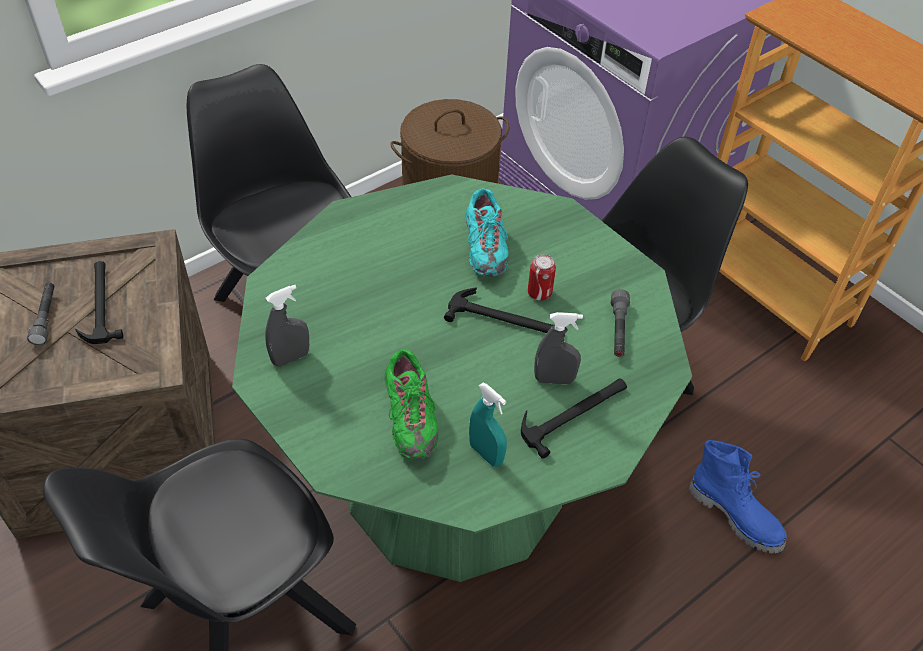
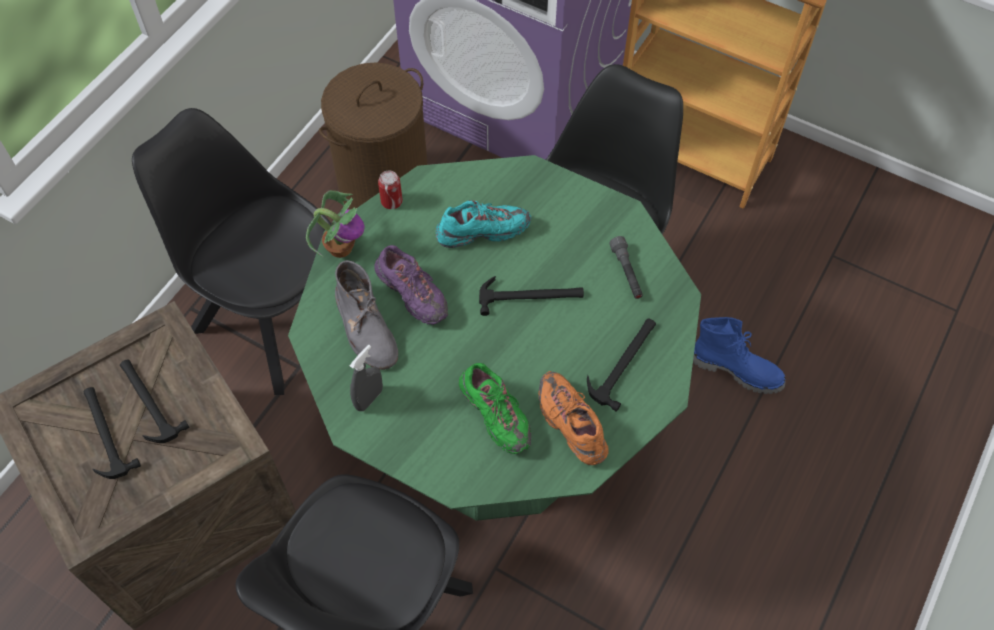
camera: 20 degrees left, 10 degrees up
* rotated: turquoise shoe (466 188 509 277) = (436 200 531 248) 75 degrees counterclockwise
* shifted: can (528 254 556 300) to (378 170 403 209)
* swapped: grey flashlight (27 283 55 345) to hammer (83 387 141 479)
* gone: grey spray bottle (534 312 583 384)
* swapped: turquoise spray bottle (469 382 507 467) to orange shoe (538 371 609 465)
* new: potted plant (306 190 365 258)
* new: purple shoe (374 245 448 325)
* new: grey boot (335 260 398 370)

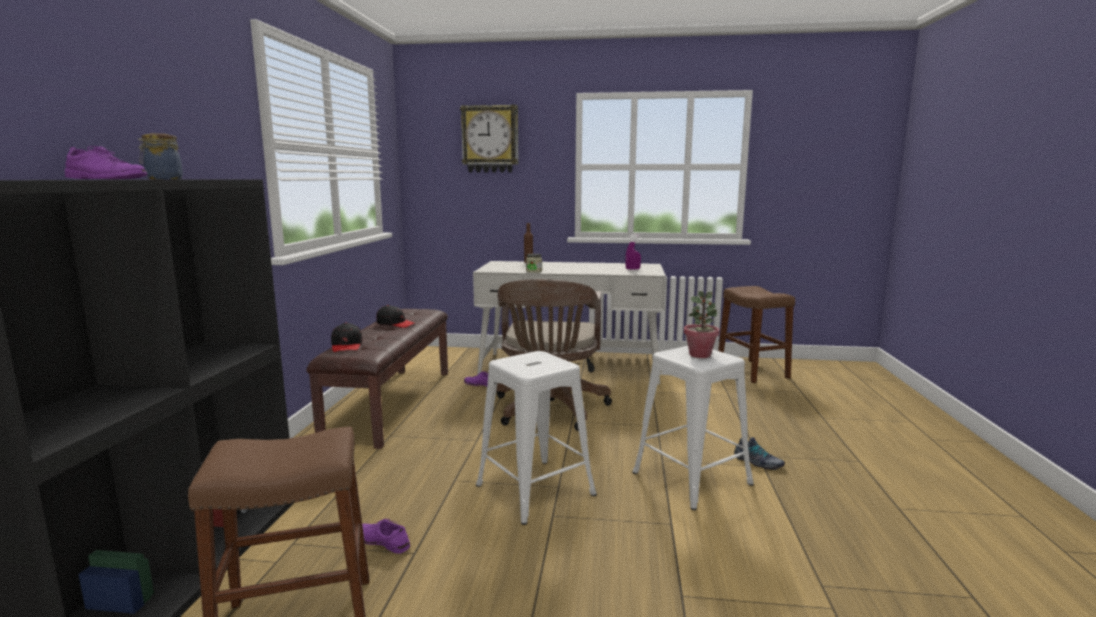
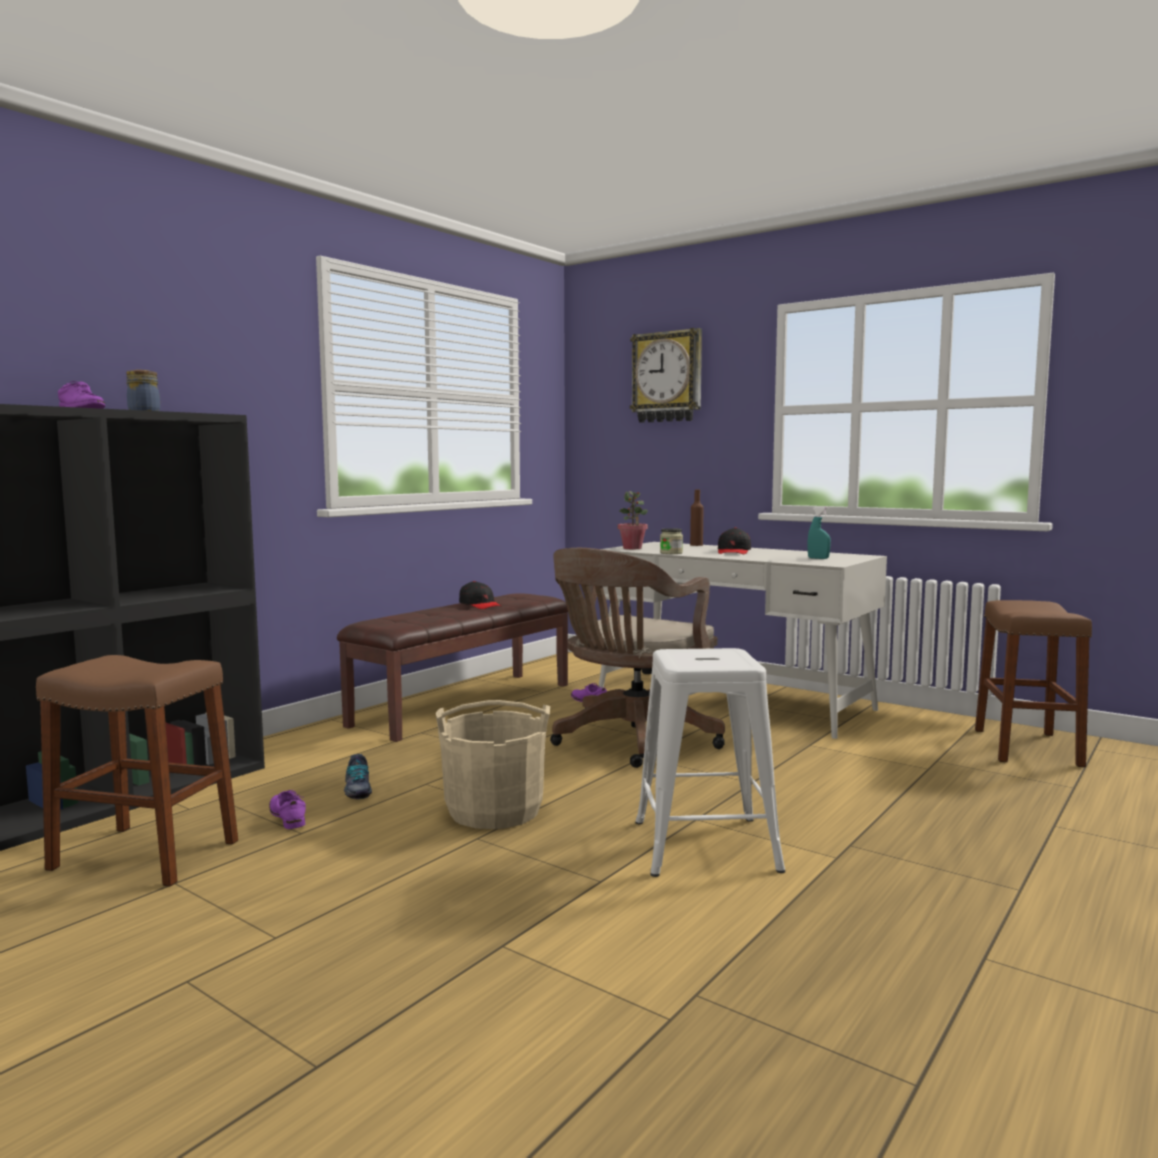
camera: 30 degrees right, 5 degrees down
* repainted: purple spray bottle (625 235 641 270) to turquoise spray bottle (807 506 831 559)
* shifted: potted plant (684 291 720 358) to (618 491 648 549)
* shifted: black cap (331 323 362 352) to (718 527 751 554)
* swapped: white stool (476 351 597 525) to beige bucket (436 700 550 829)
* shifted: shoe (734 437 785 470) to (344 754 372 799)

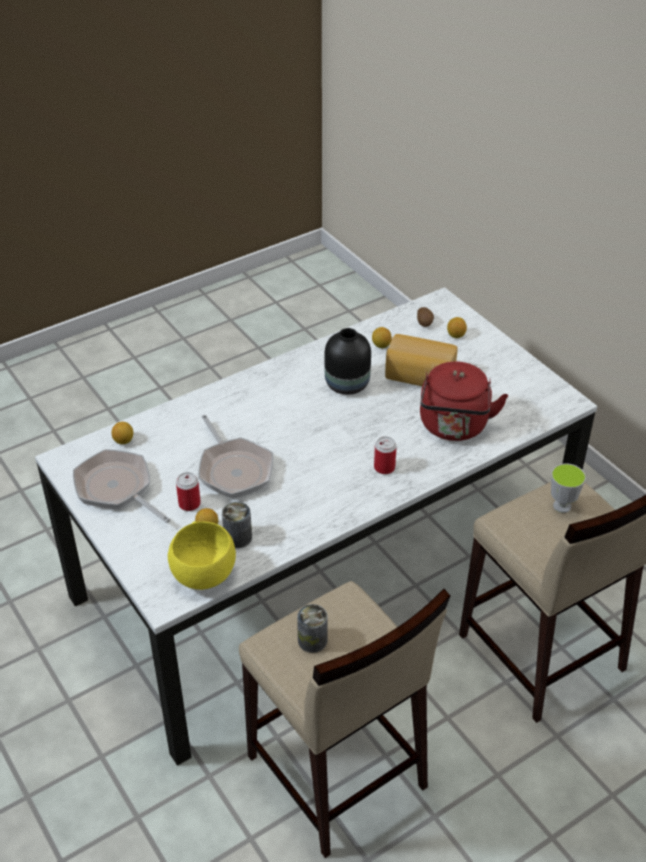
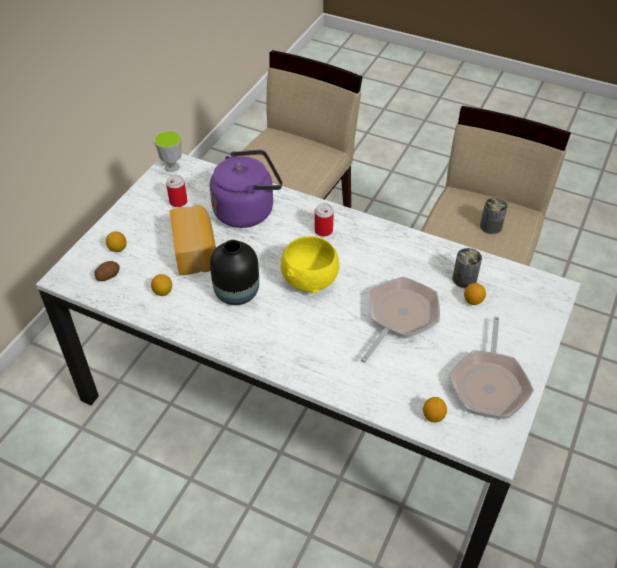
camera: 120 degrees left, 5 degrees up
* repainted: red kettle (420 361 508 441) to purple kettle (210 150 282 228)
* shifted: cup (551 463 586 513) to (154 131 182 172)
* shifted: can (176 472 201 511) to (166 175 187 207)
* shifted: yellow bowl (168 521 236 590) to (281 236 339 294)

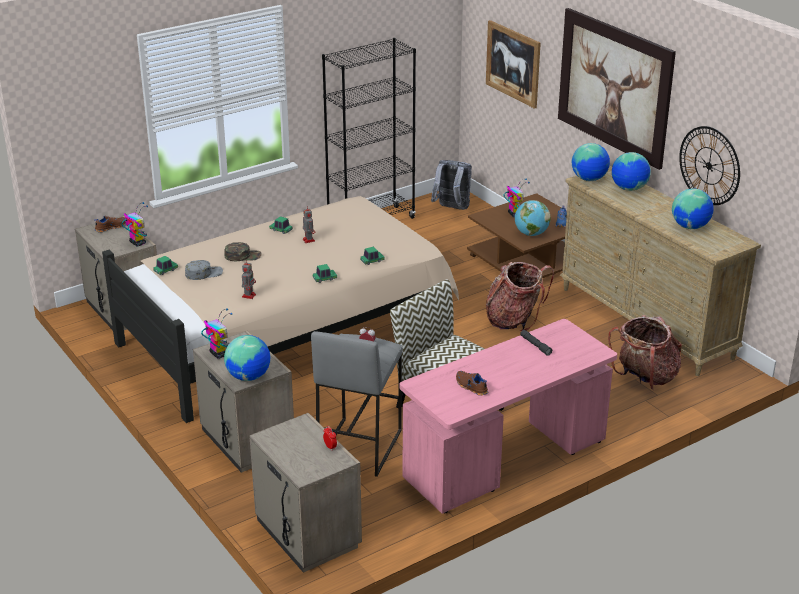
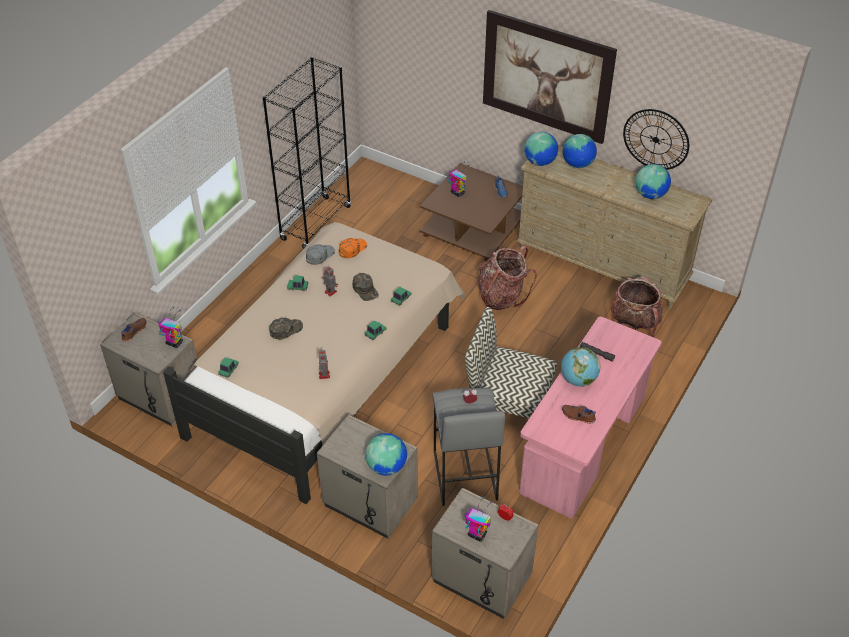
camera: 25 degrees left, 15 degrees up
* gone: picture (486 20 541 109)
* gone: grey backpack (431 160 472 210)
* shifted: globe (515 200 551 236) to (561 347 601 387)
* shifted: grey cap (185 260 223 280) to (306 244 335 265)
* shifted: toy robot (201 308 232 359) to (465 497 492 542)
* new: orange cap (339 238 367 258)
* new: green cap (353 273 379 301)

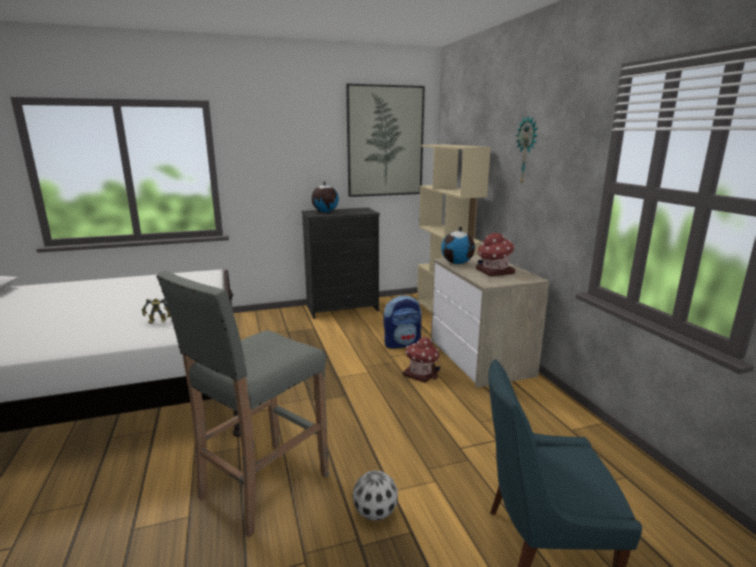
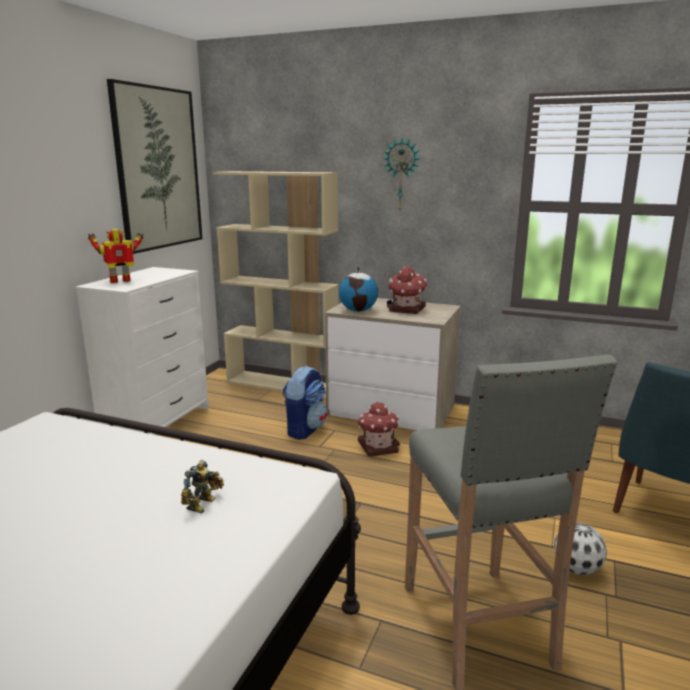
camera: 50 degrees left, 0 degrees up
* swapped: globe (311 181 339 212) to toy robot (88 229 143 283)
* repainted: black dresser (301 208 380 319) to white dresser (75 267 209 435)

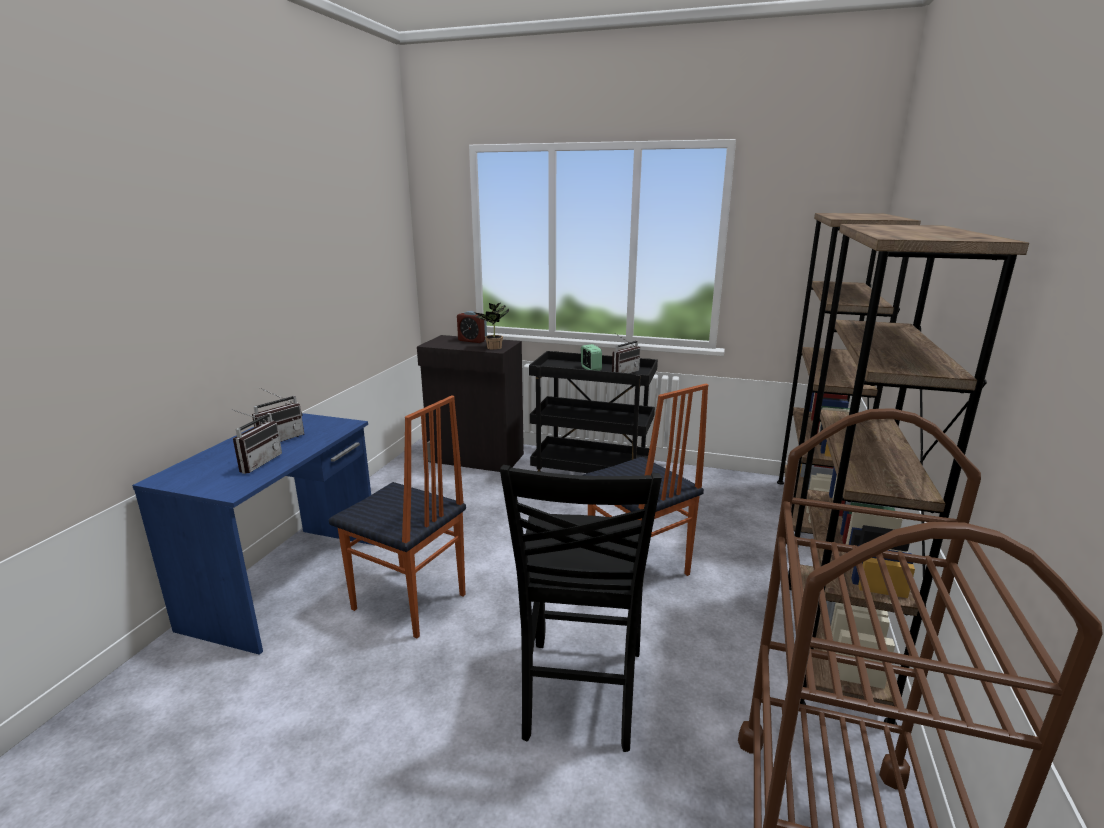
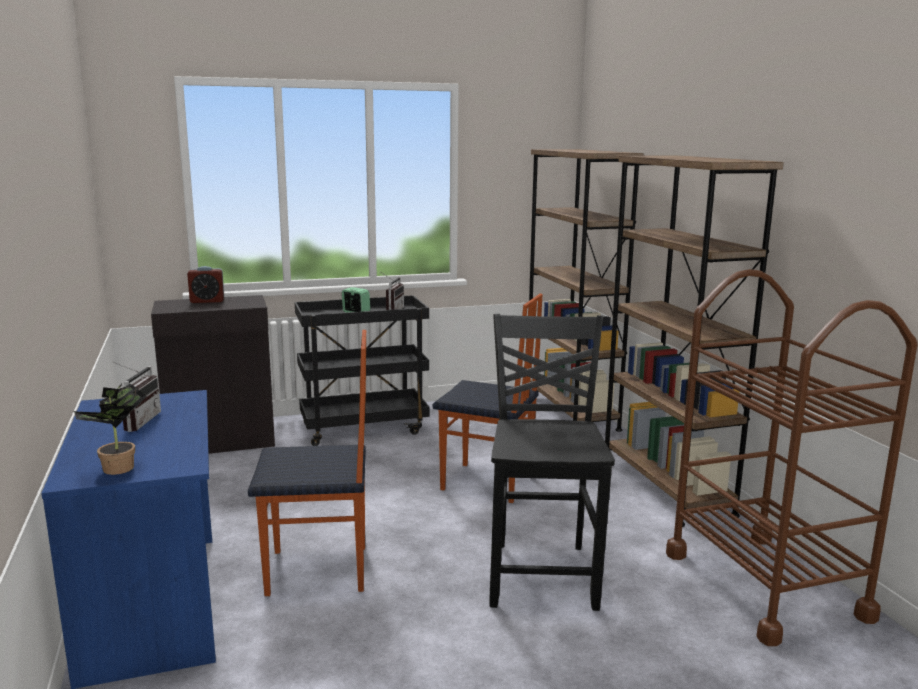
camera: 35 degrees left, 5 degrees down
* shifted: potted plant (474 303 509 350) to (72 384 147 475)
* gone: radio (231 409 282 474)
* rotated: black chair (500 465 662 752) = (489 314 615 611) 150 degrees counterclockwise

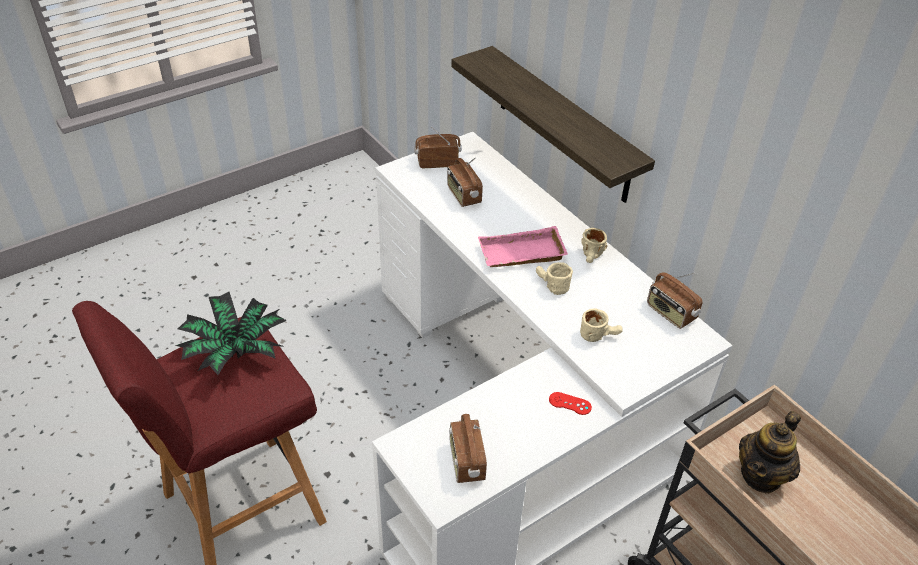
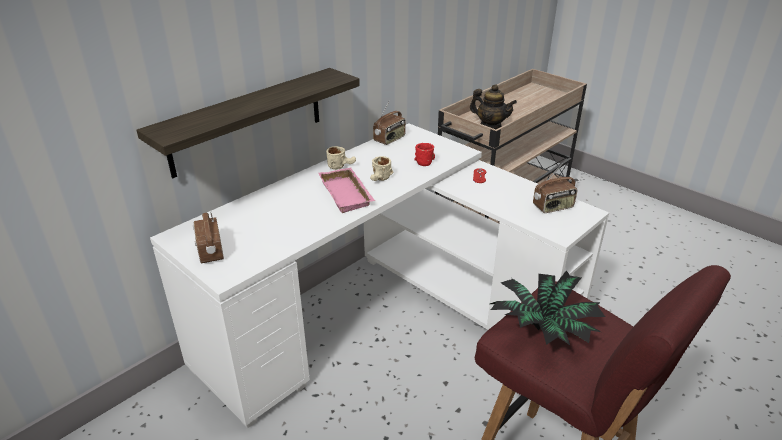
camera: 100 degrees left, 10 degrees down
* gone: radio (447 157 483 207)
* repainted: beige mug (580 308 623 342) to red mug (414 143 435 166)

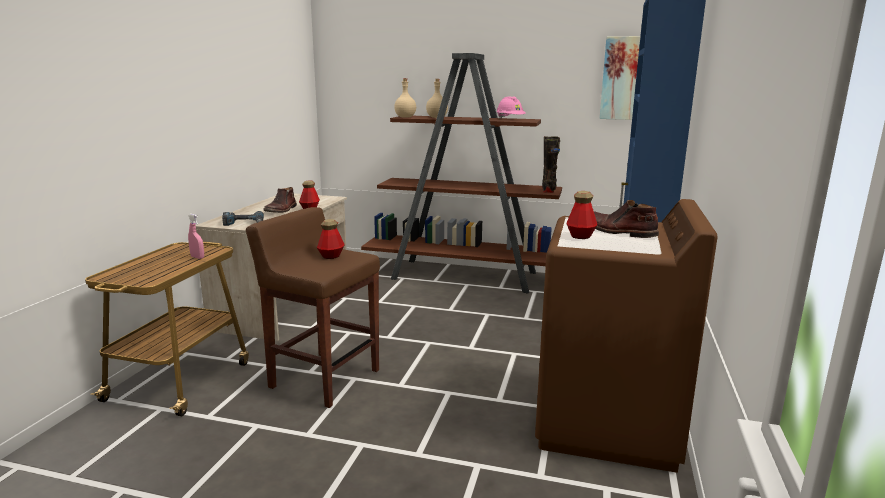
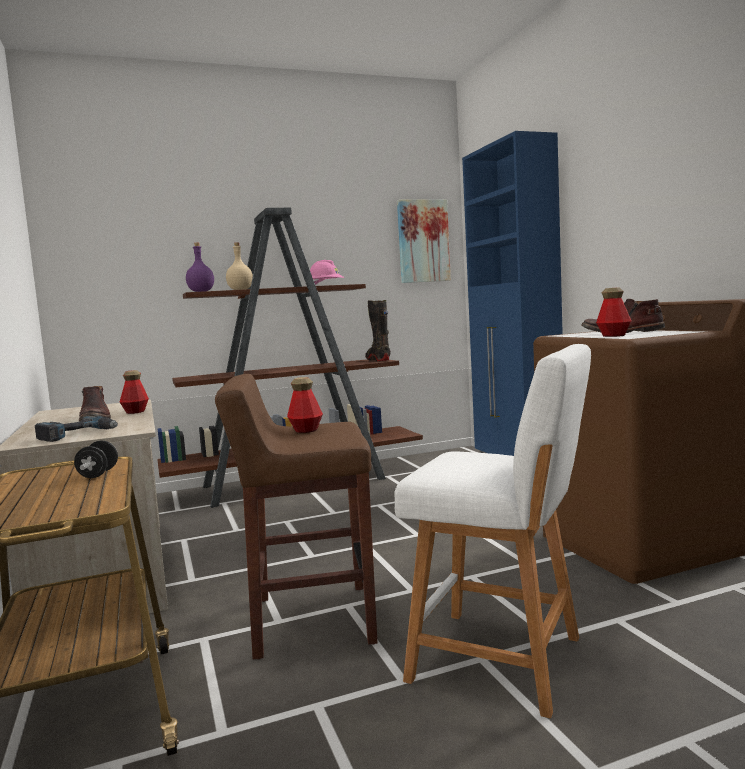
camera: 35 degrees left, 10 degrees down
* repainted: beige bottle (394 78 416 118) to purple bottle (186 243 214 292)
* swapped: pink spray bottle (188 214 204 259) to black dumbbell (74 441 118 478)
* new: white stool (395 344 591 718)

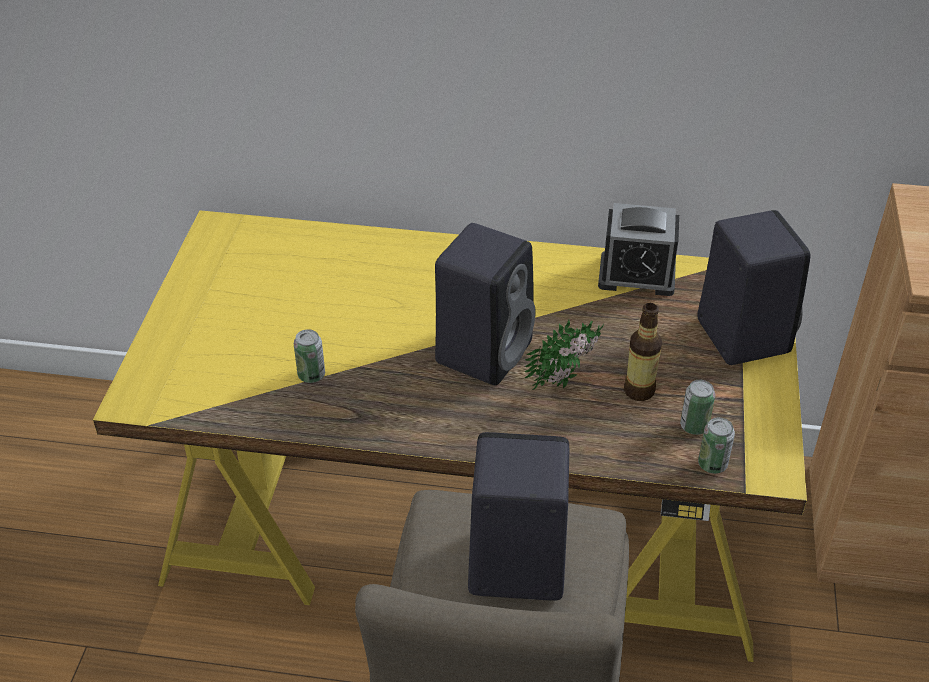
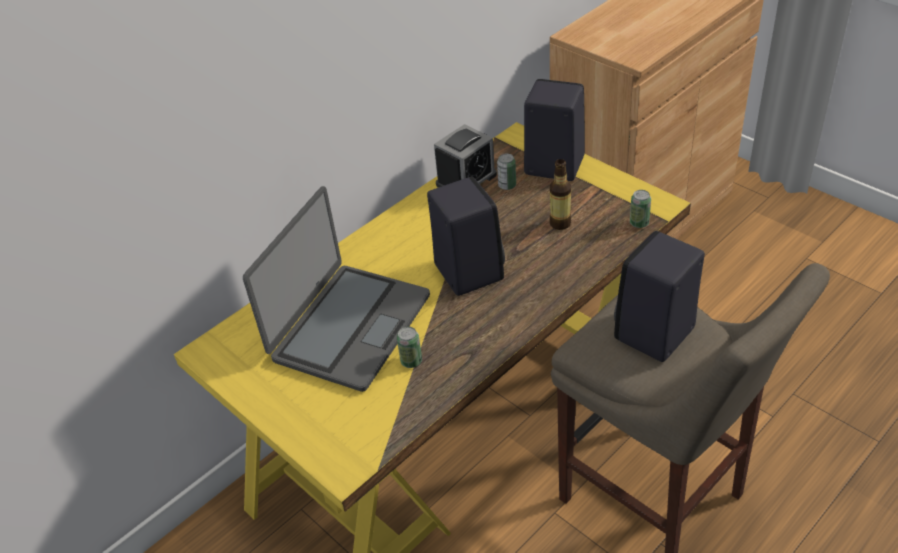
camera: 50 degrees left, 0 degrees up
* gone: potted plant (524 320 604 390)
* shifted: can (680 380 715 435) to (497 154 516 190)
* new: laptop (243 186 430 392)

